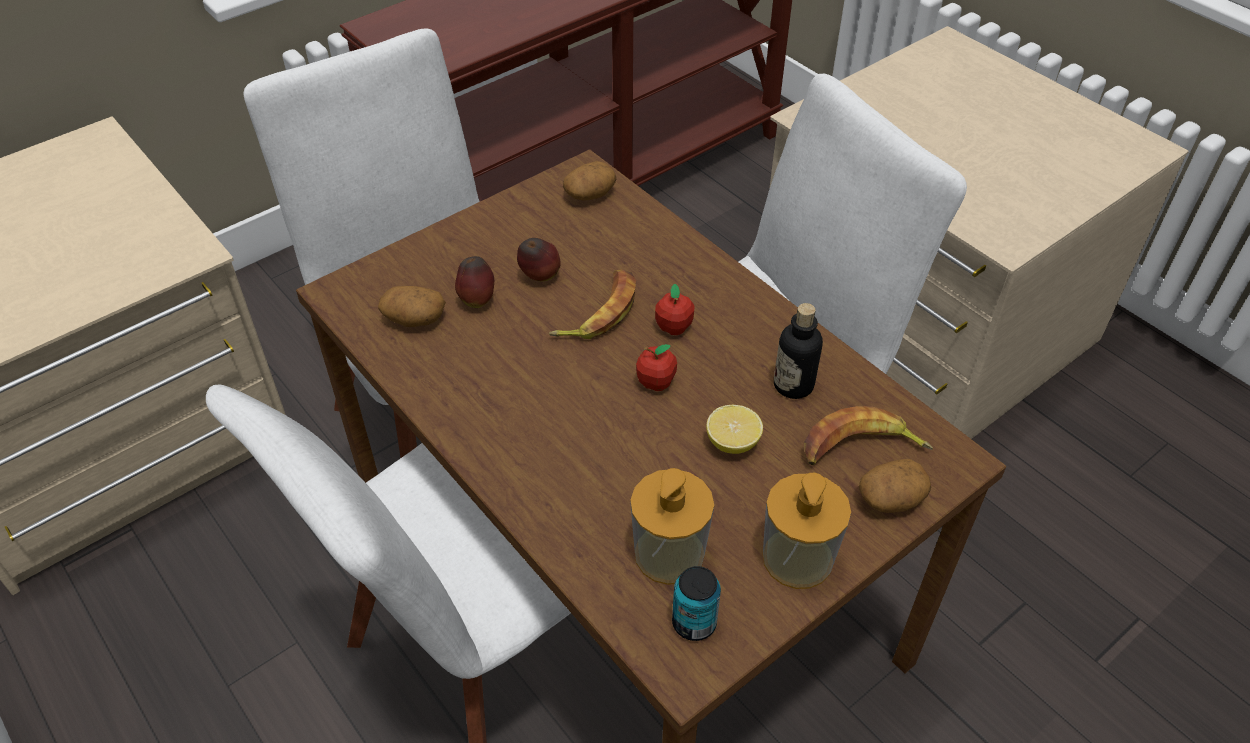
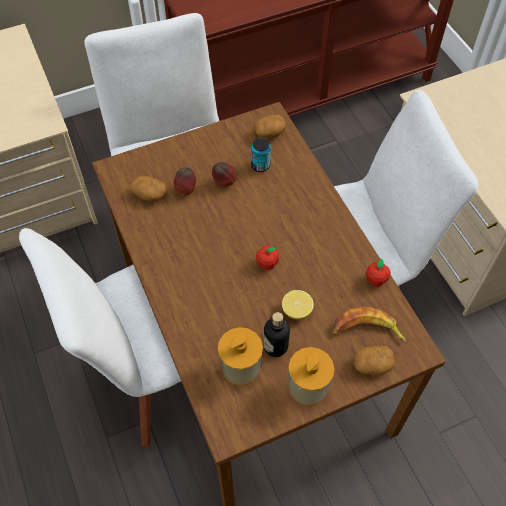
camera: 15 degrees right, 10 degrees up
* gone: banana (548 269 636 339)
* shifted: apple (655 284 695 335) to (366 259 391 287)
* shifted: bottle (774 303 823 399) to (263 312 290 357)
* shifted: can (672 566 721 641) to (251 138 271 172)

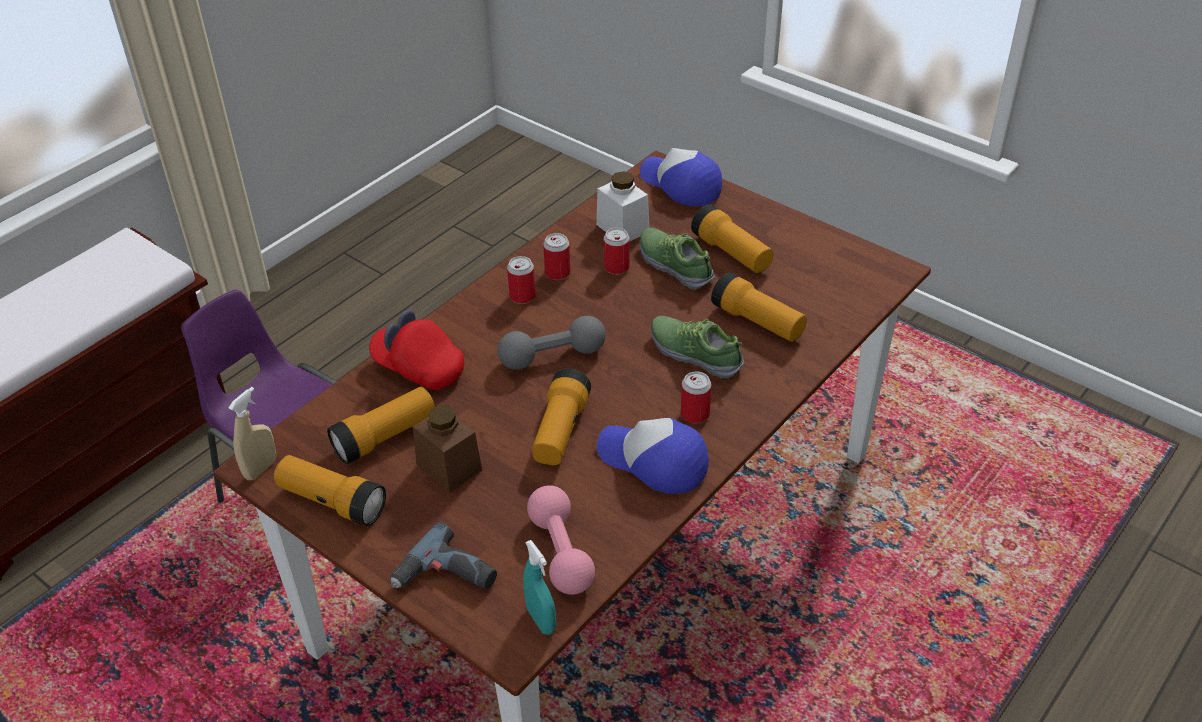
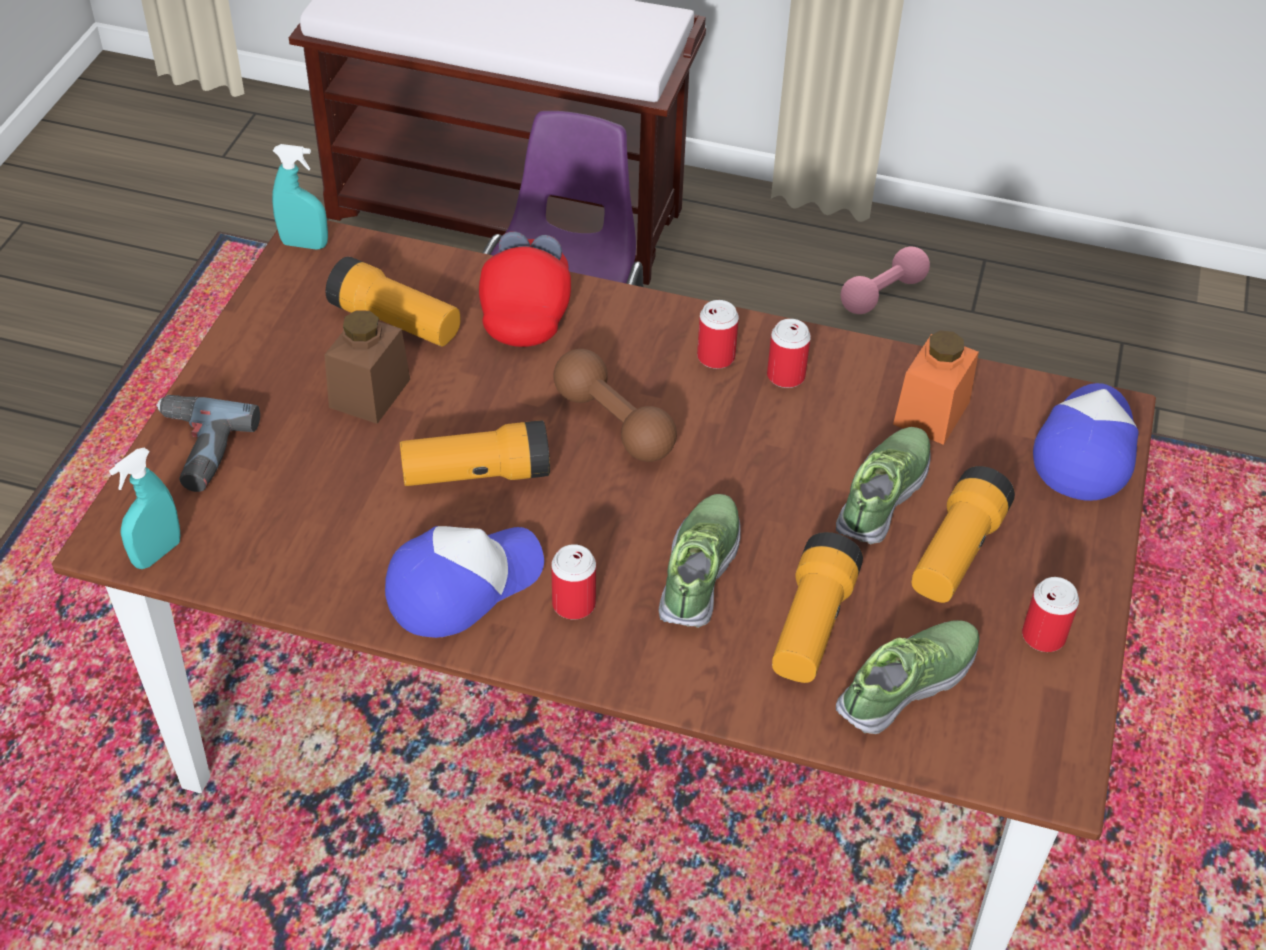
camera: 65 degrees right, 5 degrees up
* repainted: white jar (596 171 650 241) to orange jar (893 331 979 445)
* shifted: can (604 228 630 274) to (1022 577 1079 652)
* repainted: grey dumbbell (497 316 606 370) to brown dumbbell (554 349 677 462)
* repainted: beige spray bottle (228 387 276 480) to turquoise spray bottle (272 144 328 250)
* rotated: cap (597 418 709 494) = (385 526 544 638) 45 degrees clockwise
* gone: flashlight (274 455 386 526)
* shifted: pink dumbbell (527 485 595 595) to (841 247 930 314)
* new: shoe (836 620 979 734)

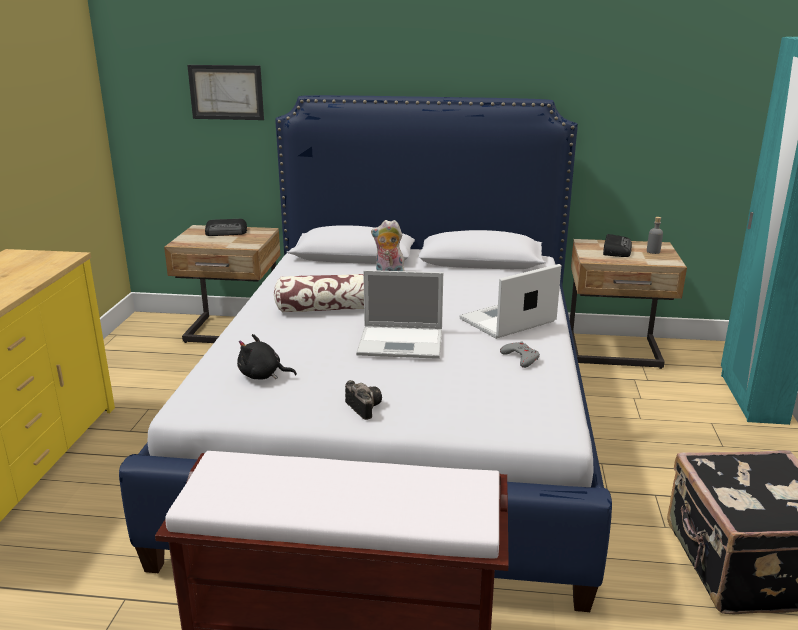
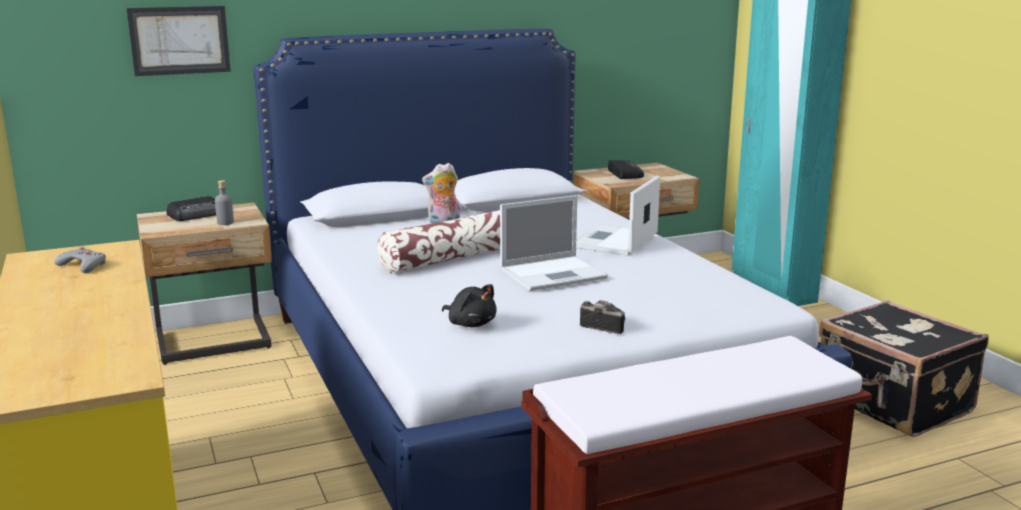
camera: 30 degrees left, 5 degrees down
* shifted: grey bottle (647 217 663 254) to (215 180 234 225)
* rotated: black plush toy (237 334 297 380) = (442 284 497 327) 120 degrees counterclockwise
* shifted: grey game controller (500 342 540 368) to (54 247 106 273)

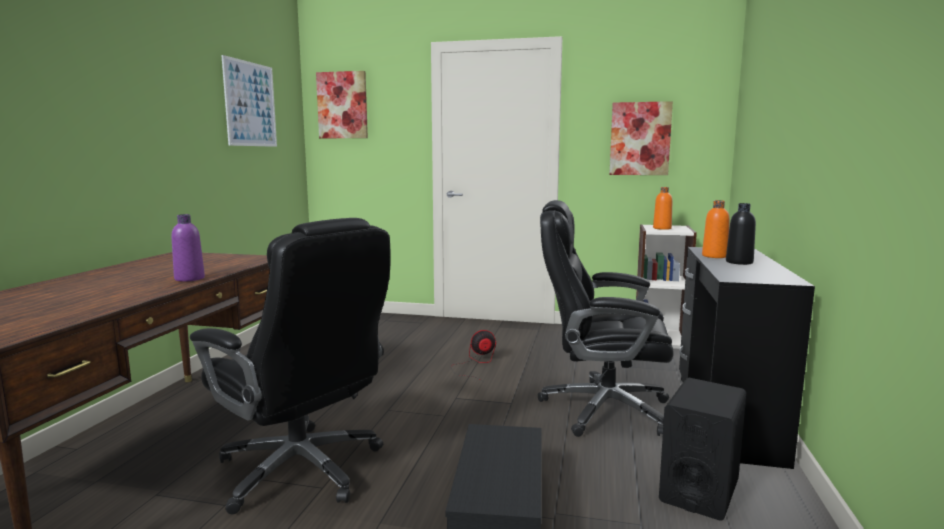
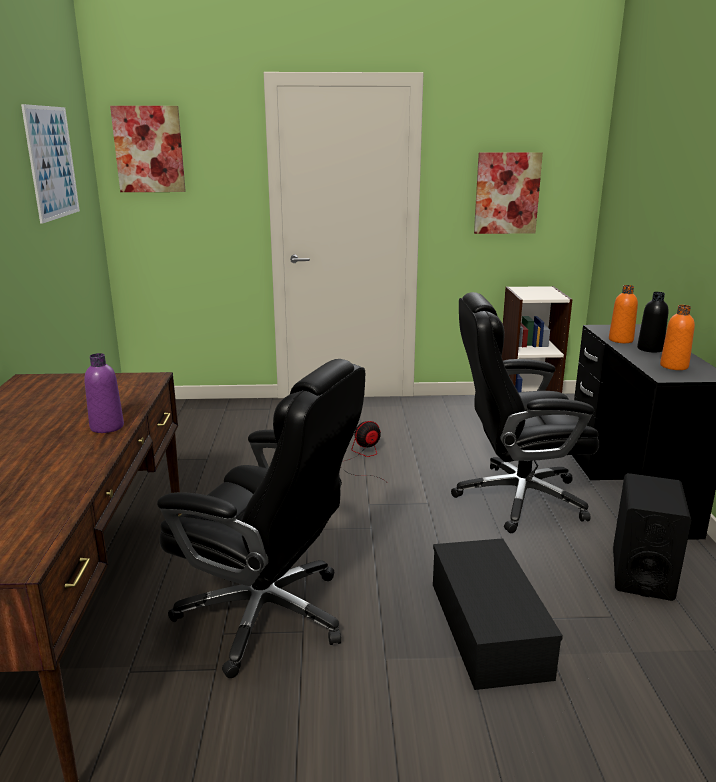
camera: 15 degrees left, 10 degrees up
* shifted: orange bottle (653 187 672 230) to (660 305 695 370)

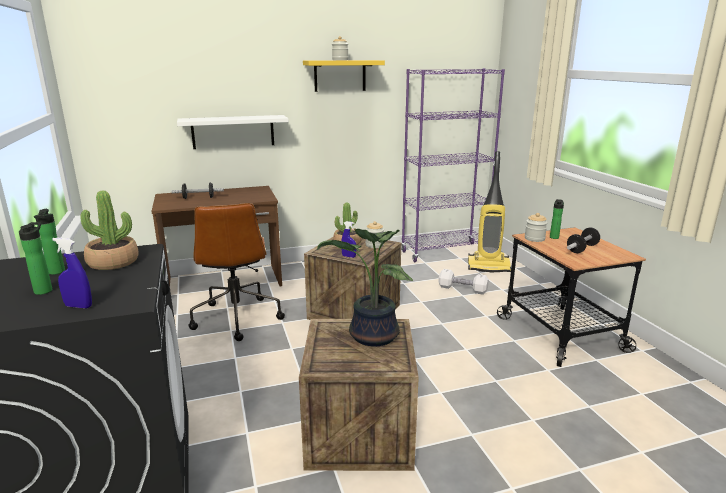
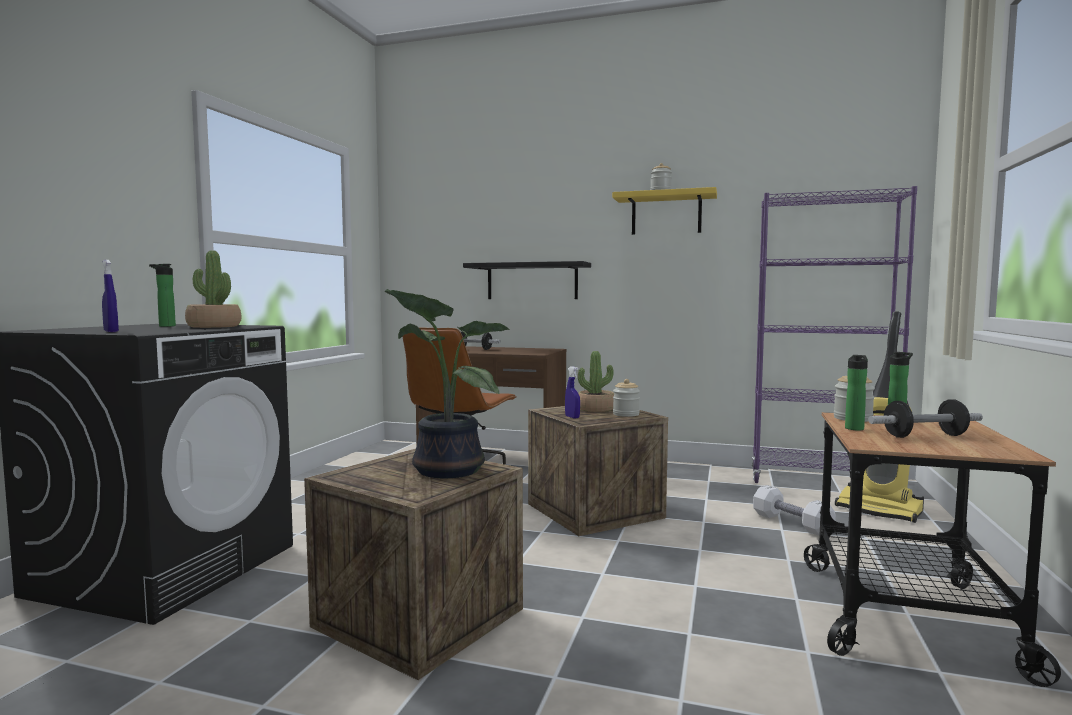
camera: 35 degrees right, 15 degrees down
* repainted: white shelf (177 115 289 149) to black shelf (463 261 591 299)
* shifted: bottle (19 222 52 295) to (845 355 868 430)

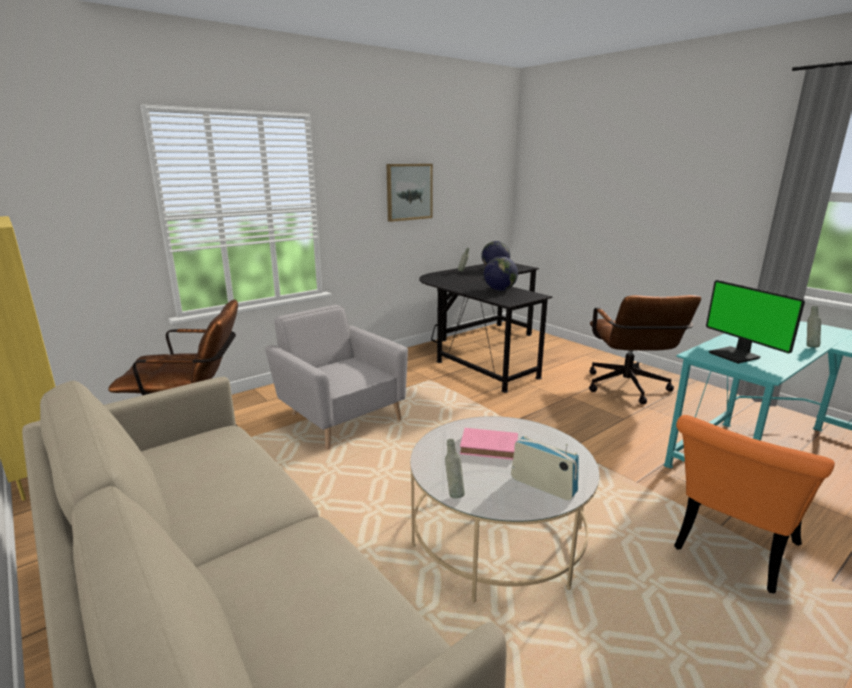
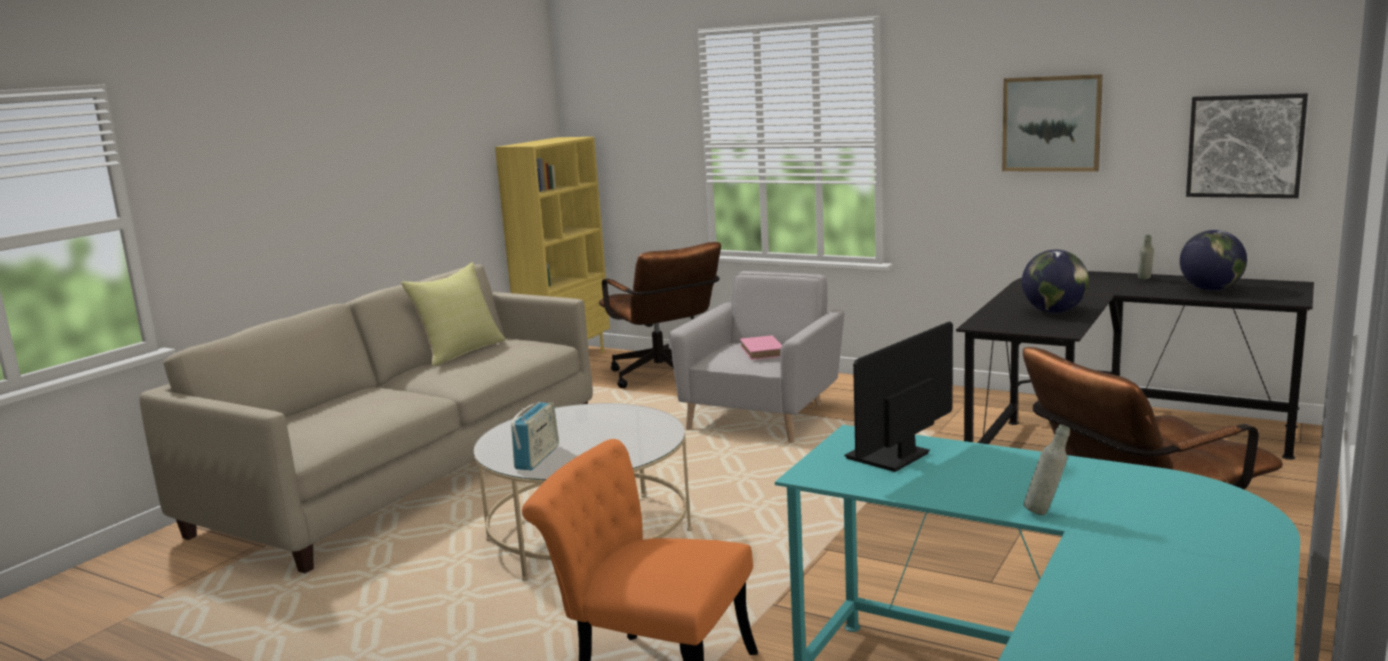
camera: 70 degrees right, 5 degrees down
* shifted: pink book (460 428 518 460) to (740 335 782 360)
* gone: grey bottle (445 439 464 498)
* new: picture (1186 93 1308 198)
* new: yellow pillow (401 262 506 366)

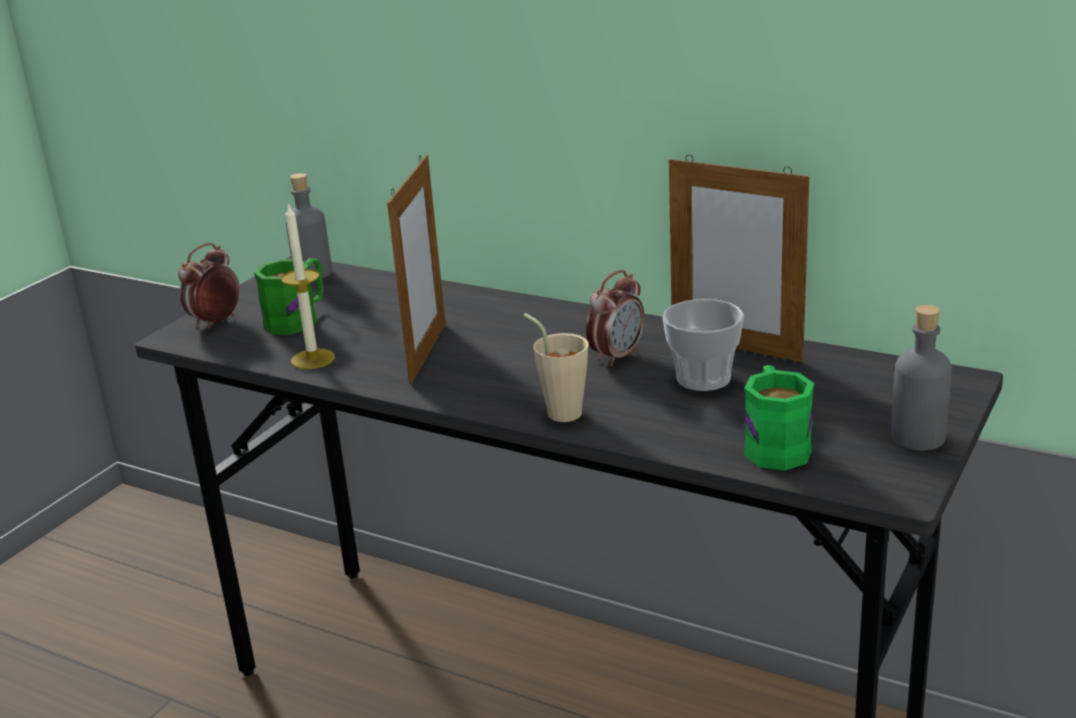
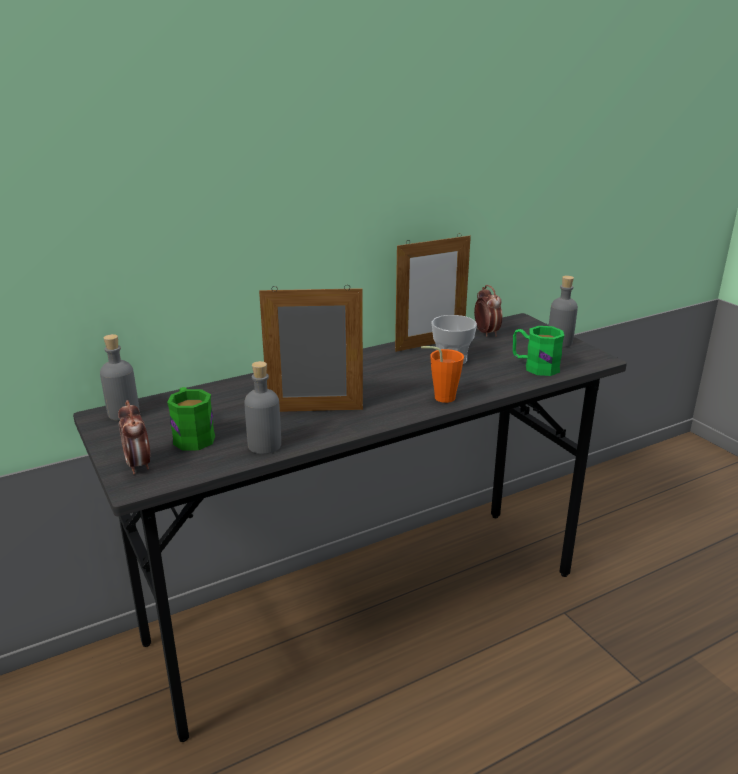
camera: 60 degrees left, 0 degrees up
* rotated: picture frame (387 155 446 385) = (259 285 363 412) 45 degrees counterclockwise
* swapped: candle (281 202 335 369) to grey bottle (244 361 281 454)
* shifted: alarm clock (586 270 644 366) to (474 285 503 337)
* repainted: beige cup (523 313 589 422) to orange cup (421 346 464 403)

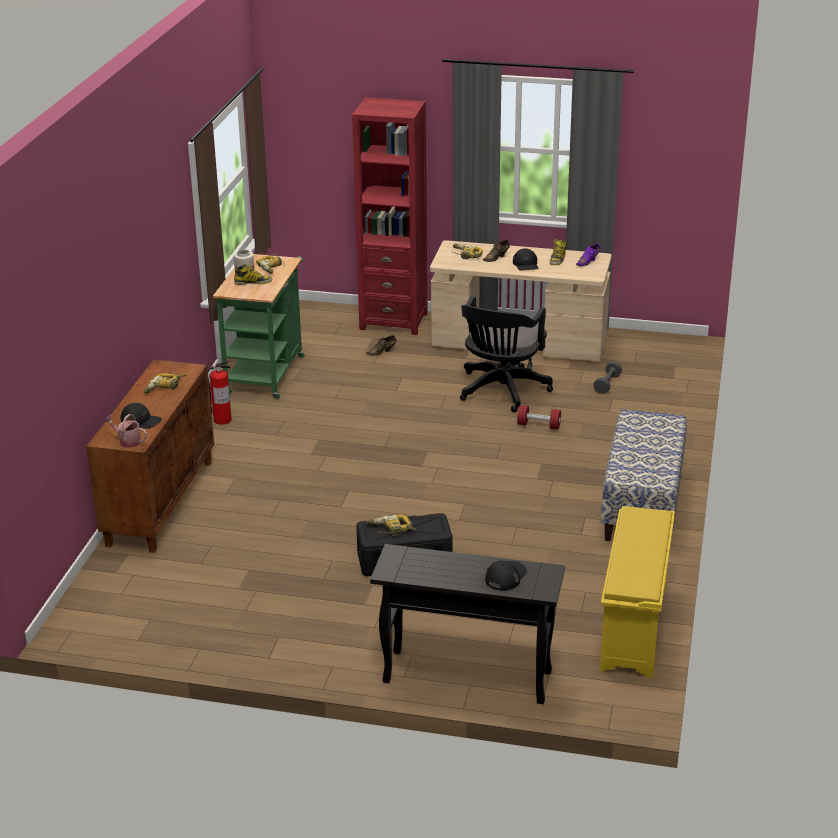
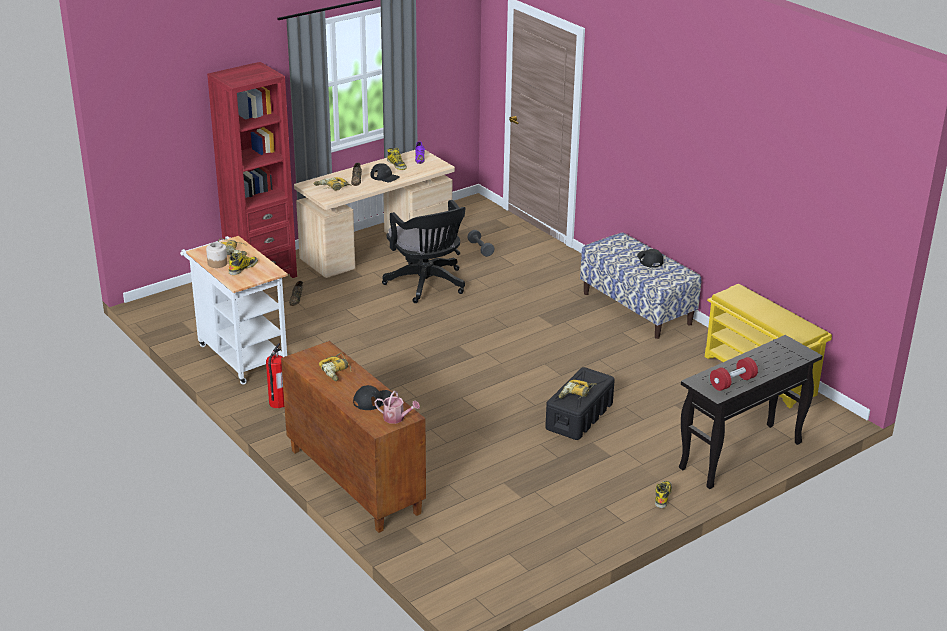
camera: 50 degrees left, 0 degrees up
* repainted: green cart (213 252 305 399) to white cart (180 236 288 385)
* shifted: red dumbbell (517 405 561 430) to (710 357 758 391)
* rotated: watering can (104 414 147 448) = (375 391 420 424) 135 degrees counterclockwise
* shifted: black cap (485 561 527 591) to (637 249 664 268)
* new: boot (655 481 672 508)

